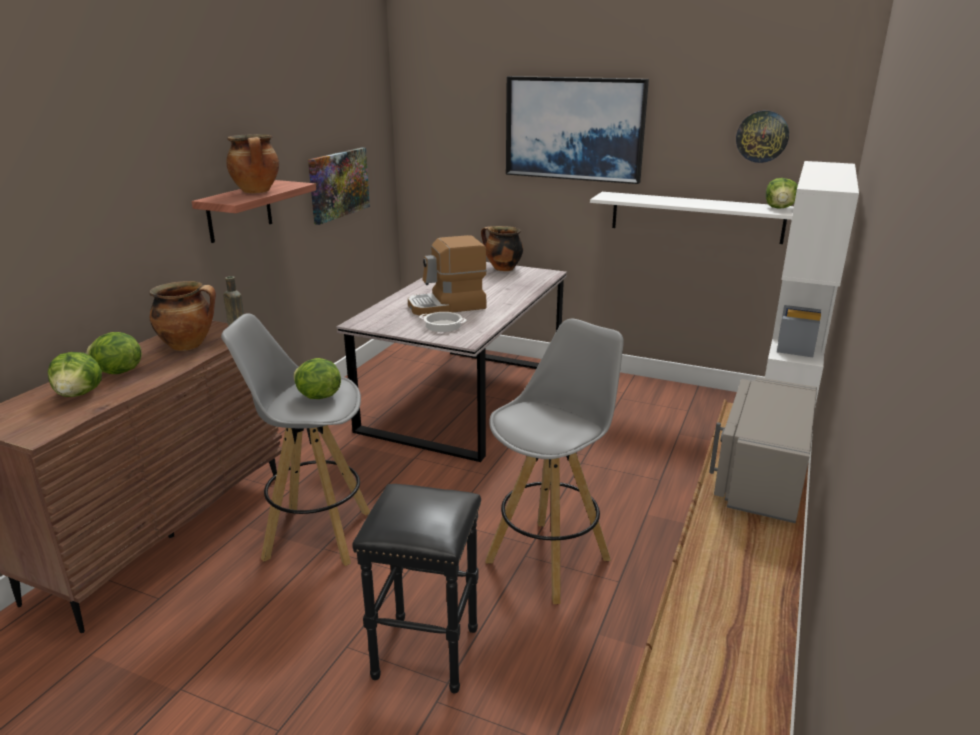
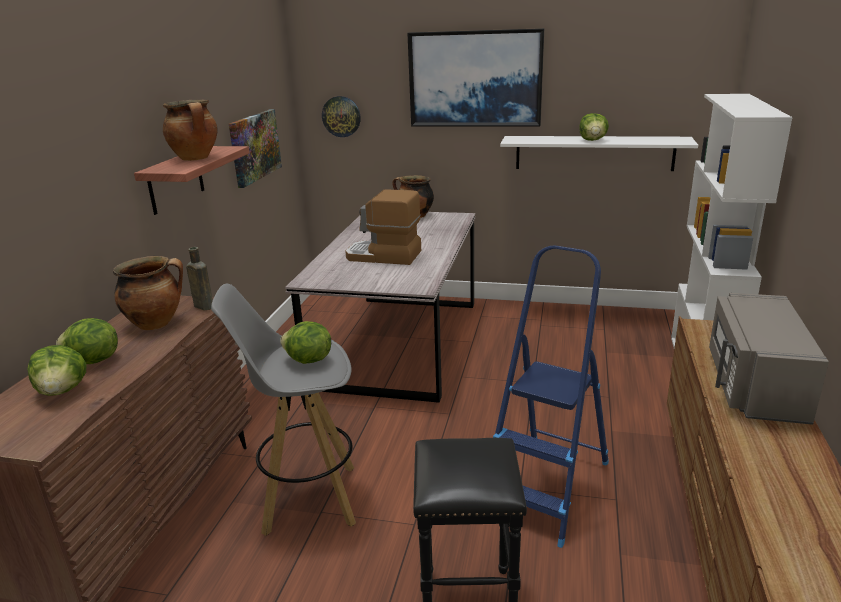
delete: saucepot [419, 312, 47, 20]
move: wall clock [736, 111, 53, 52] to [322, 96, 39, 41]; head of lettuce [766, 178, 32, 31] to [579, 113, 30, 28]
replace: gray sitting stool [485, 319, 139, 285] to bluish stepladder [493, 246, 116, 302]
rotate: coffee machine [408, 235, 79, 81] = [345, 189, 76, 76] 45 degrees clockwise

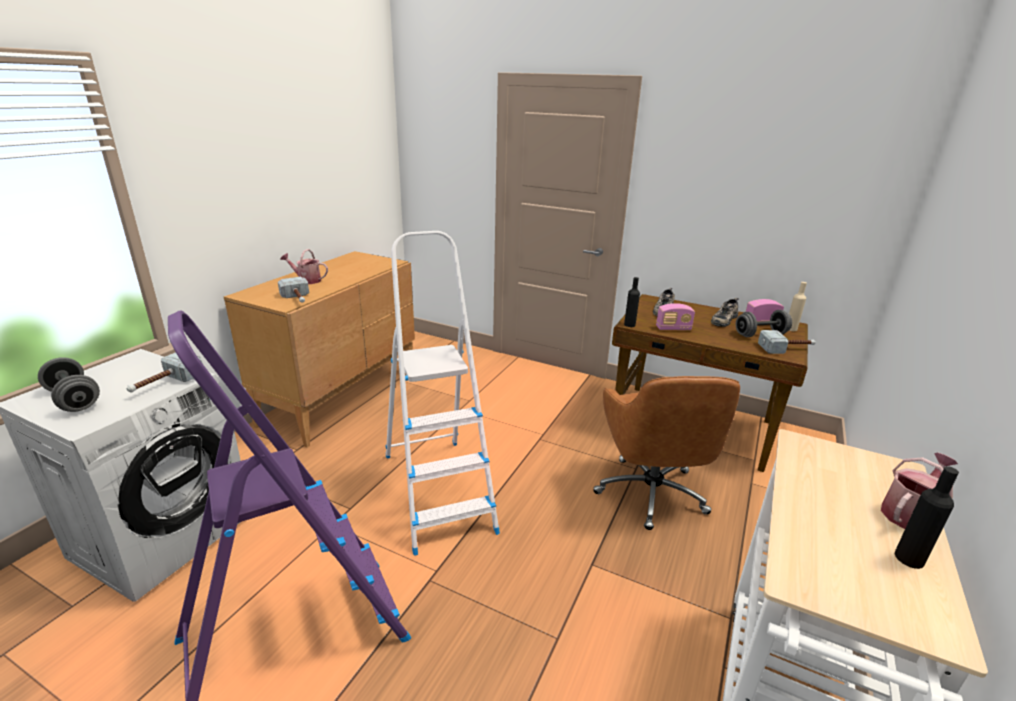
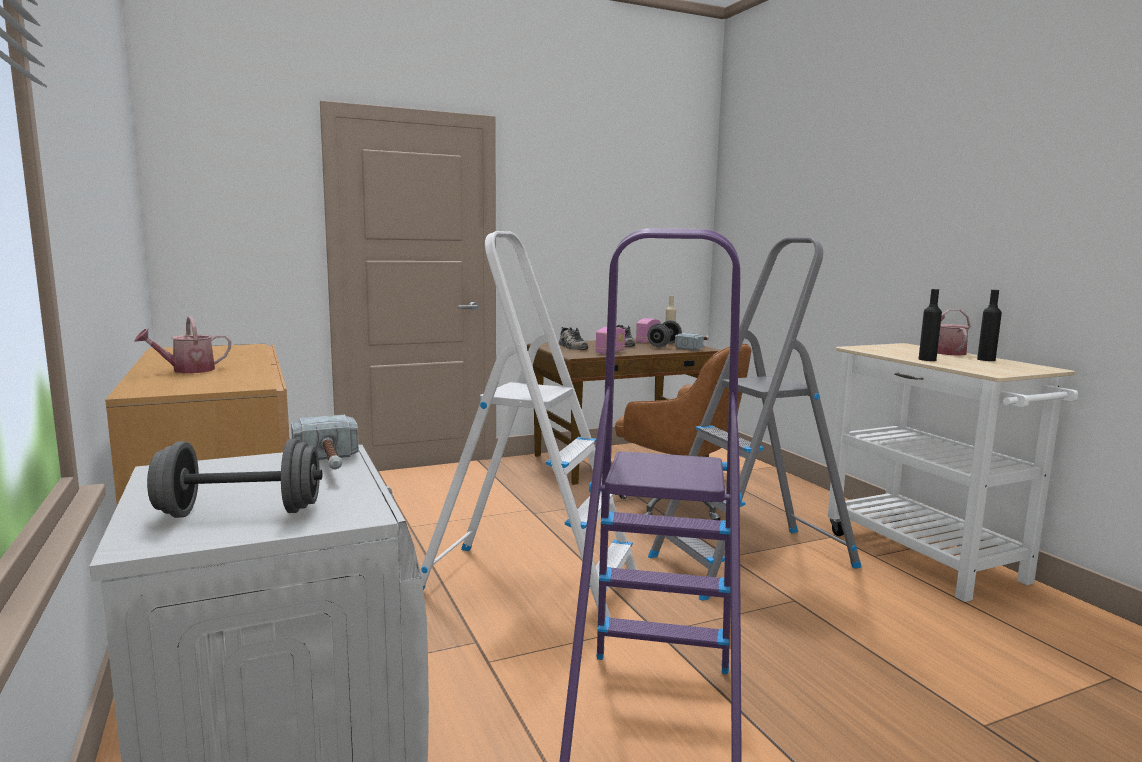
delete: hand hammer [278, 277, 31, 26]
insert: gray stepladder [648, 237, 214, 364]
move: blackish bottle [624, 277, 16, 50] to [919, 289, 23, 72]

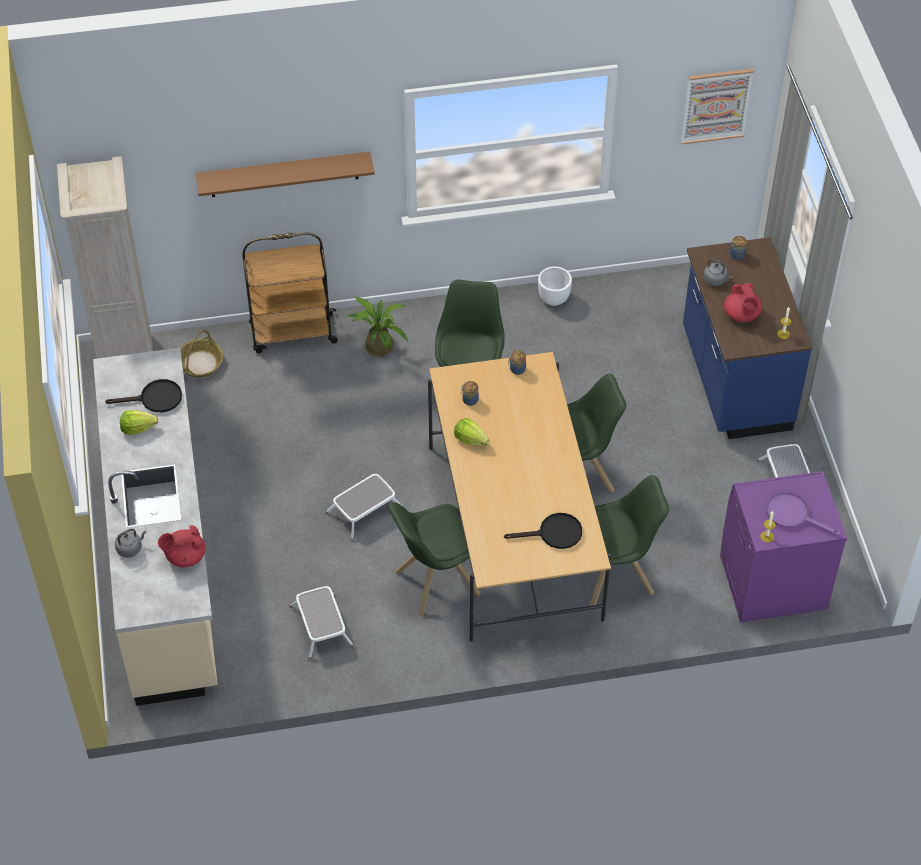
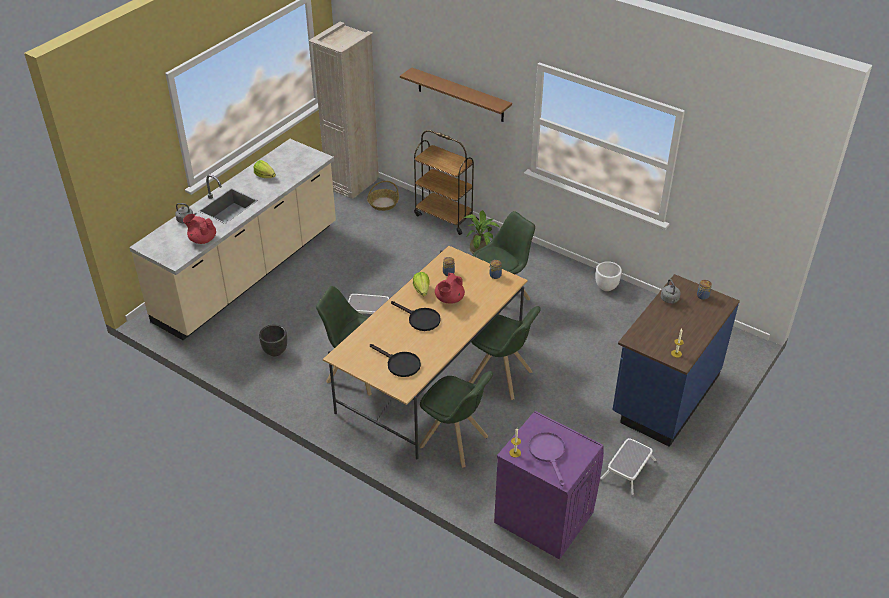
delete: picture [681, 69, 73, 75]
move: blackish frying pan [105, 379, 77, 33] to [391, 301, 50, 30]; red teapot [724, 283, 38, 39] to [435, 273, 30, 31]
replace: gray stepladder [289, 586, 66, 75] to blackish plant pot [259, 325, 28, 31]

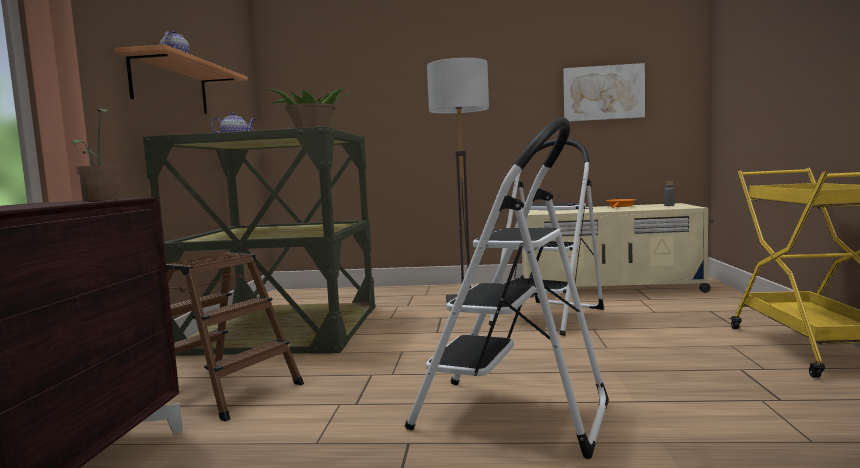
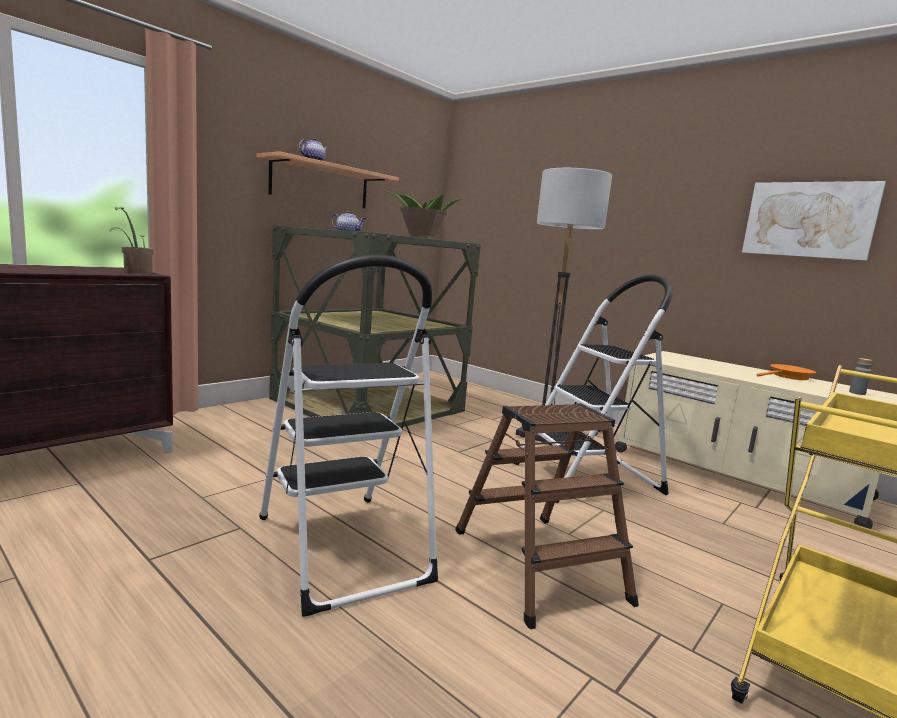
move: brownish stepladder [166, 252, 138, 169] to [455, 403, 184, 226]

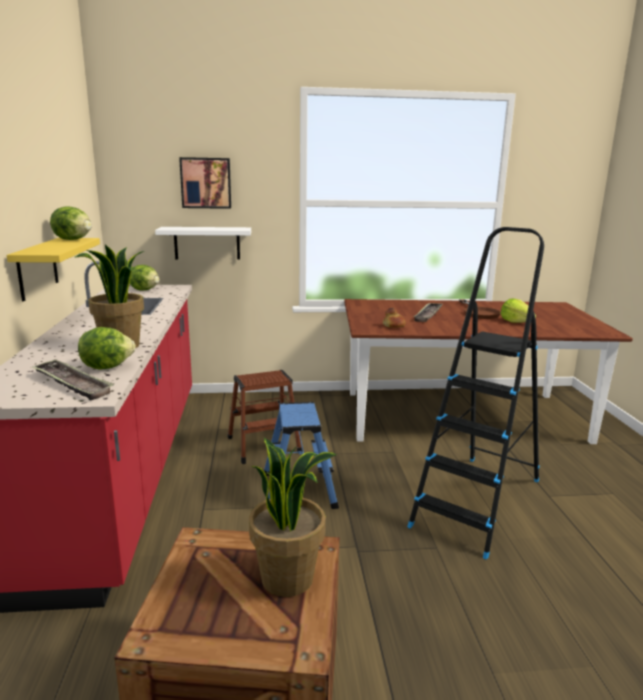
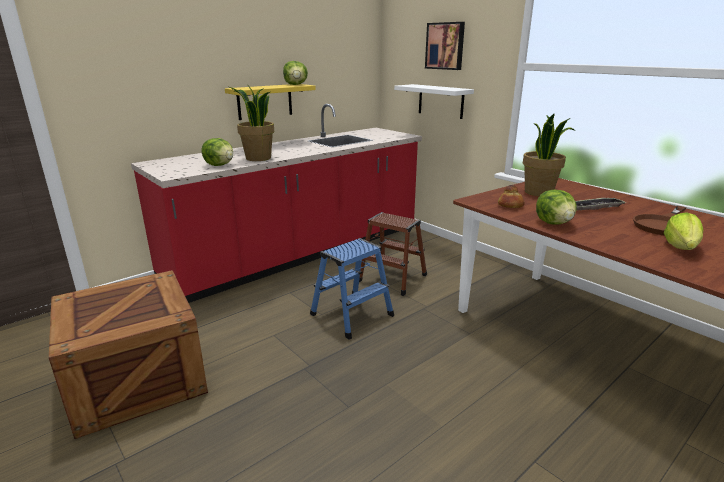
delete: tray [31, 360, 83, 41]; blackish stepladder [407, 227, 137, 332]
move: head of lettuce [130, 265, 29, 25] to [536, 190, 41, 35]; houseplant [249, 438, 88, 159] to [523, 114, 52, 82]

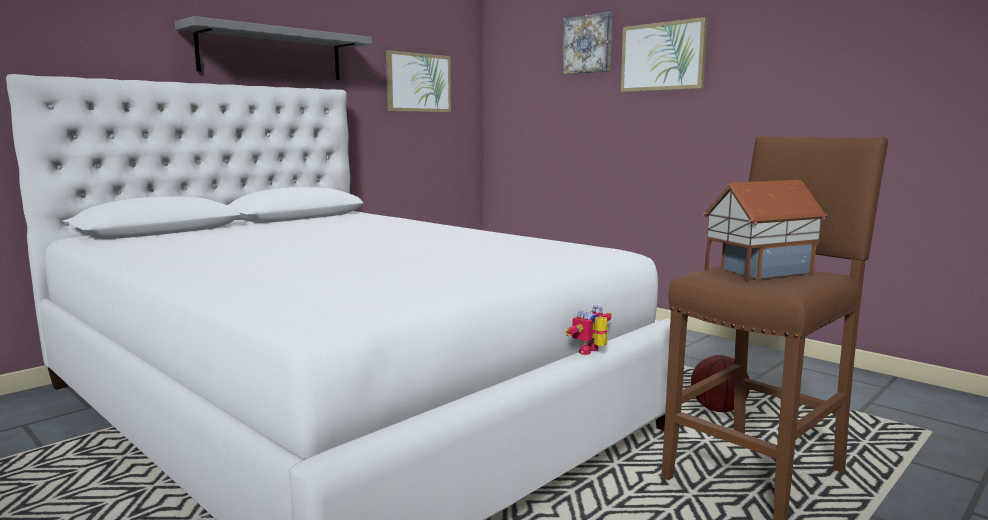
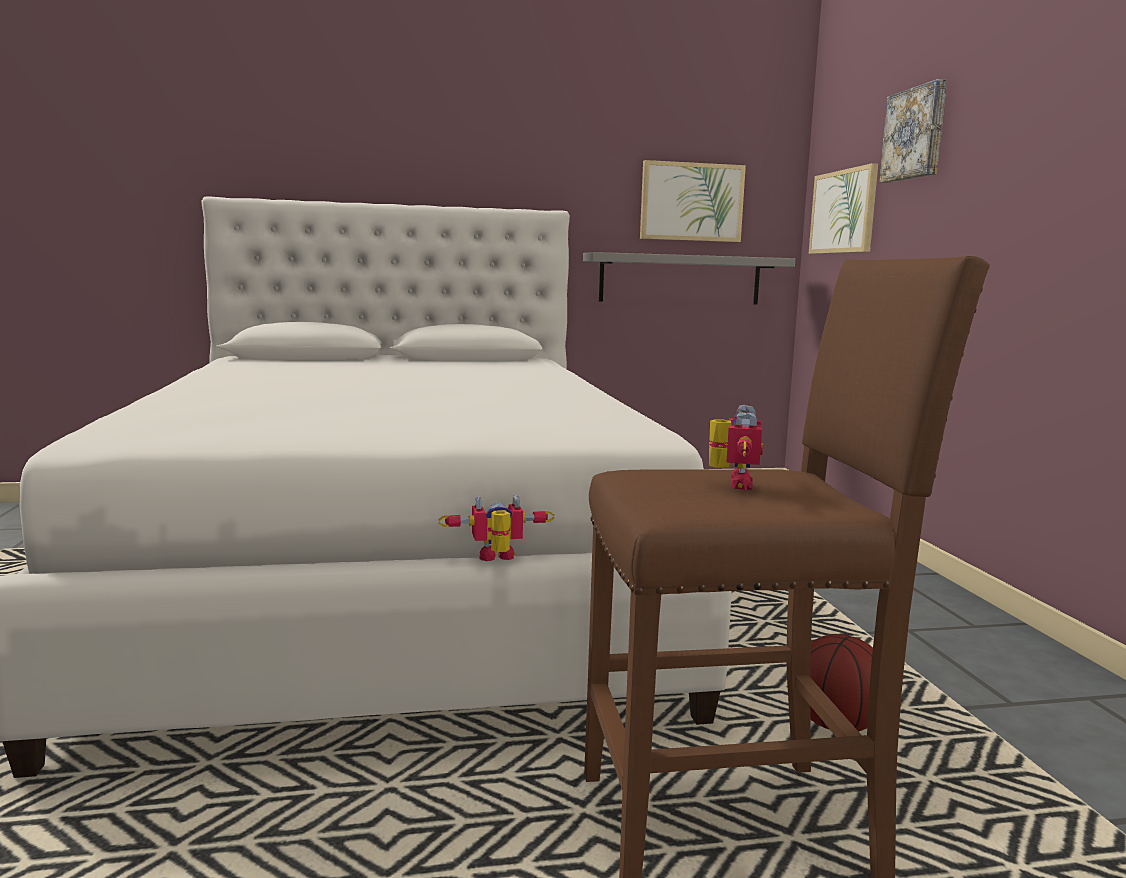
move: gray wall shelf [175, 16, 197, 64] to [583, 252, 212, 53]; picture [621, 17, 87, 75] to [809, 163, 69, 91]
replace: miniature house [703, 180, 124, 101] to toy robot [709, 405, 54, 85]

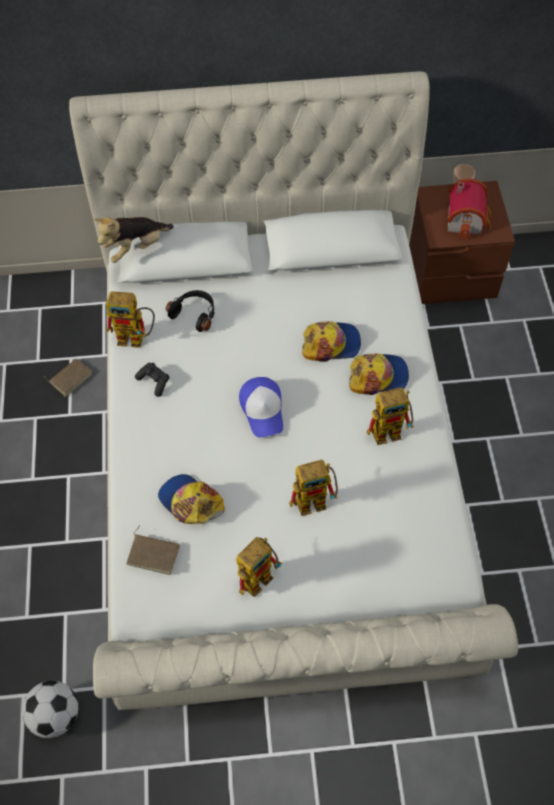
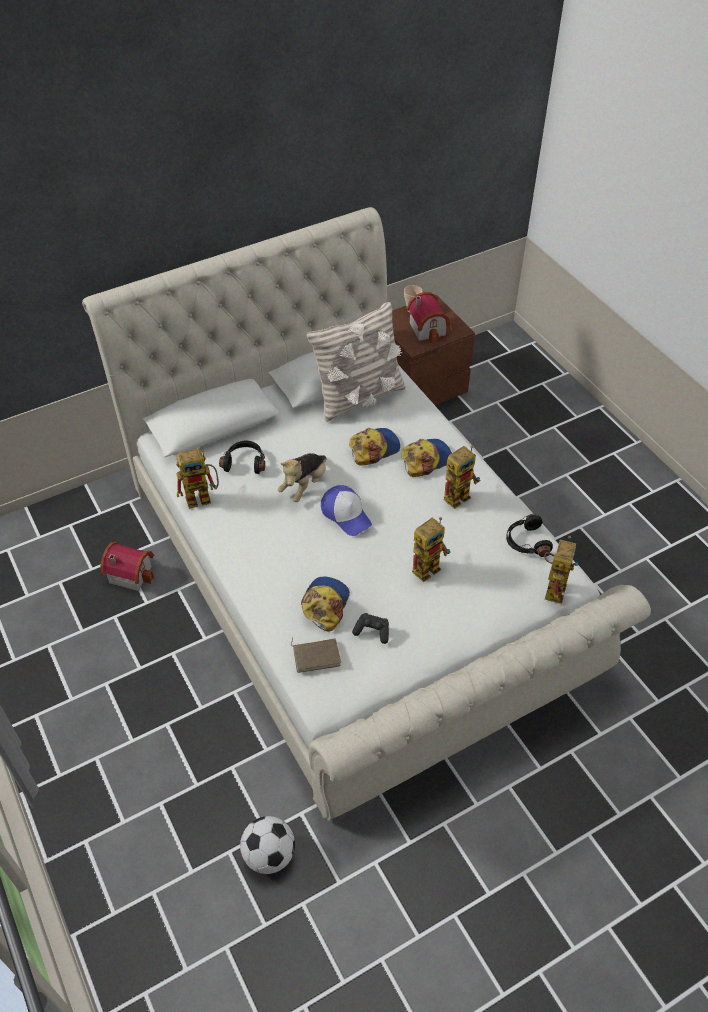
insert: beige cushion [307, 302, 99, 120]; blackish headset [506, 514, 47, 43]
move: cuddly toy [93, 217, 81, 46] to [278, 453, 48, 49]; blackish game controller [135, 363, 34, 34] to [352, 613, 37, 31]; toy robot [236, 537, 46, 61] to [544, 535, 34, 69]
replace: brownish book [44, 358, 49, 39] to miniature house [101, 542, 53, 49]
rotate: cap [158, 474, 67, 50] = [301, 577, 49, 55] 90 degrees clockwise

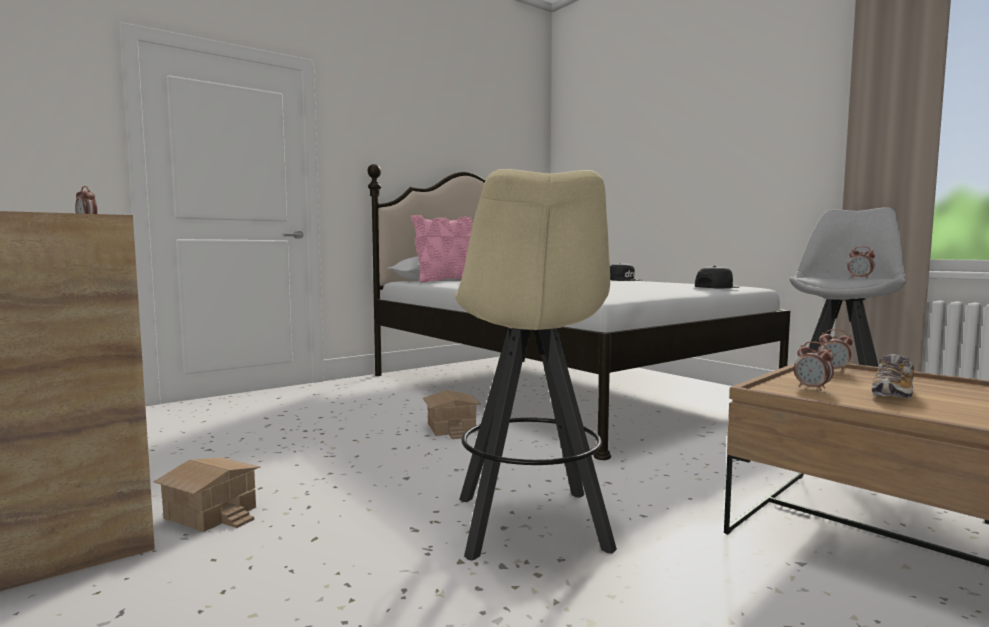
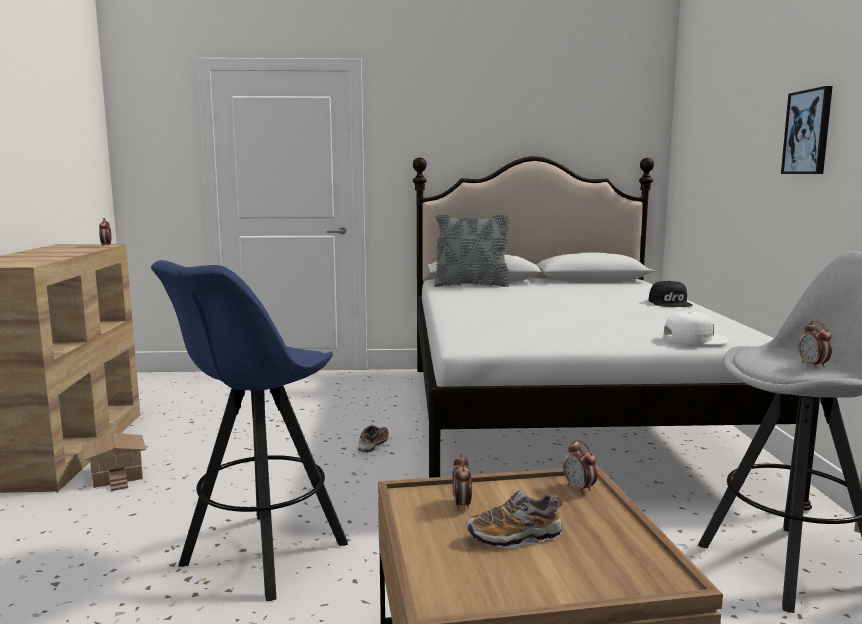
insert: picture [781, 86, 52, 88]
replace: miniature house [423, 390, 58, 49] to low shoe [358, 425, 31, 28]
recolor: pinkish cushion [410, 215, 63, 68] to gray cushion [434, 214, 76, 73]; beige sitting stool [455, 169, 162, 392] to bluish sitting stool [151, 260, 197, 341]; blackish cap [695, 266, 45, 22] to white-coloured cap [663, 311, 66, 34]

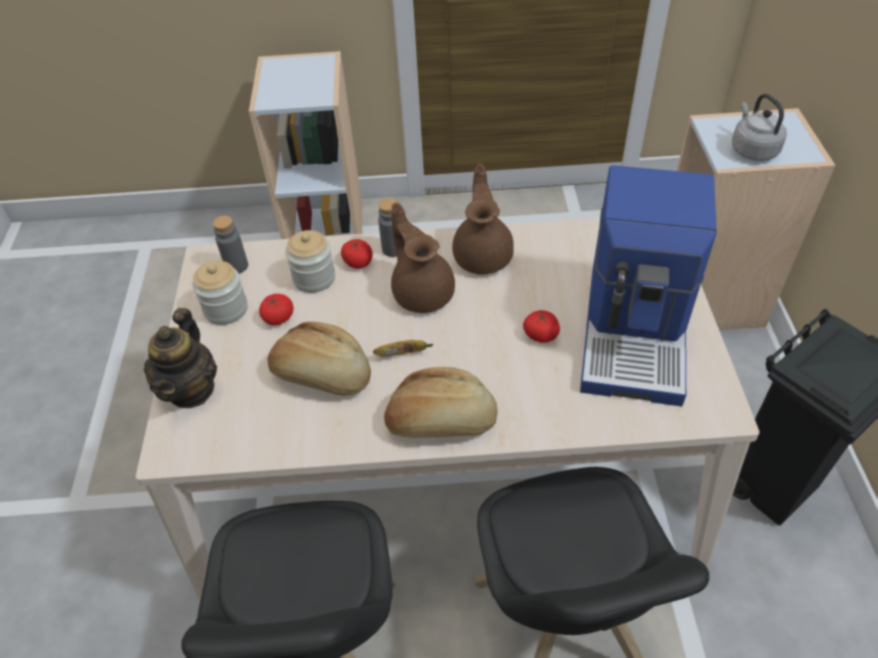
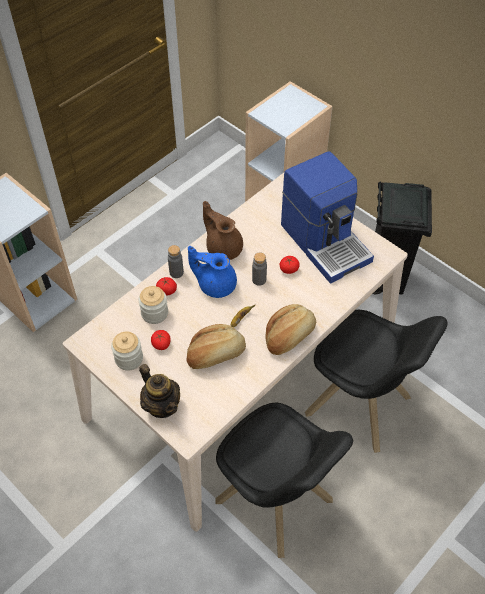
delete: gray water kettle [732, 94, 55, 67]
move: gray bottle [213, 215, 35, 59] to [252, 252, 15, 34]
recolor: brownish teapot [391, 203, 64, 110] to bluish teapot [188, 246, 49, 52]

